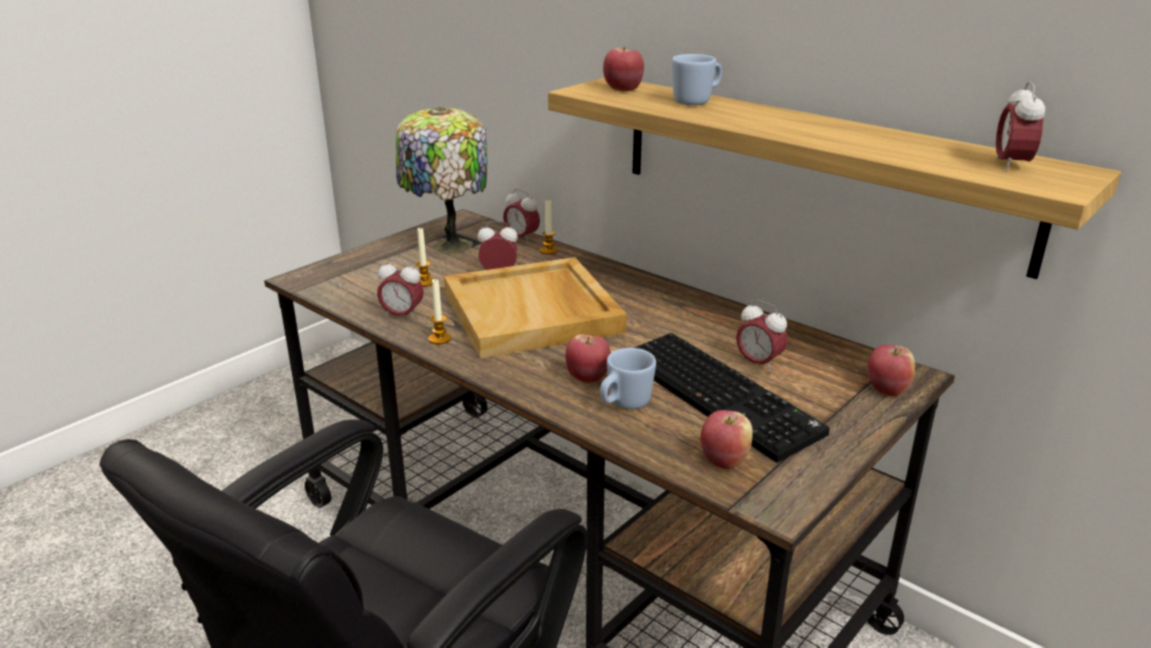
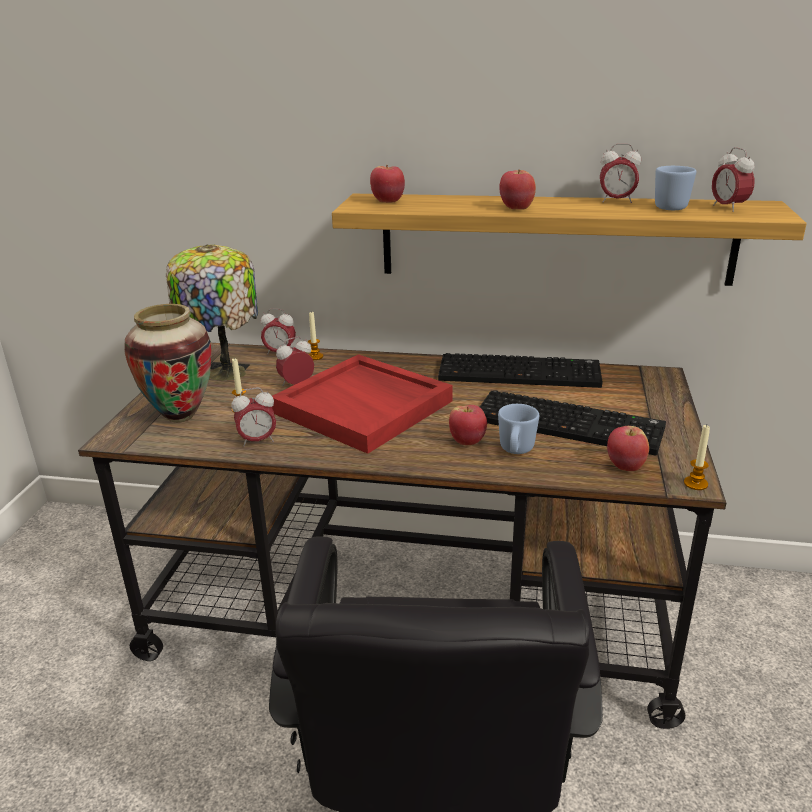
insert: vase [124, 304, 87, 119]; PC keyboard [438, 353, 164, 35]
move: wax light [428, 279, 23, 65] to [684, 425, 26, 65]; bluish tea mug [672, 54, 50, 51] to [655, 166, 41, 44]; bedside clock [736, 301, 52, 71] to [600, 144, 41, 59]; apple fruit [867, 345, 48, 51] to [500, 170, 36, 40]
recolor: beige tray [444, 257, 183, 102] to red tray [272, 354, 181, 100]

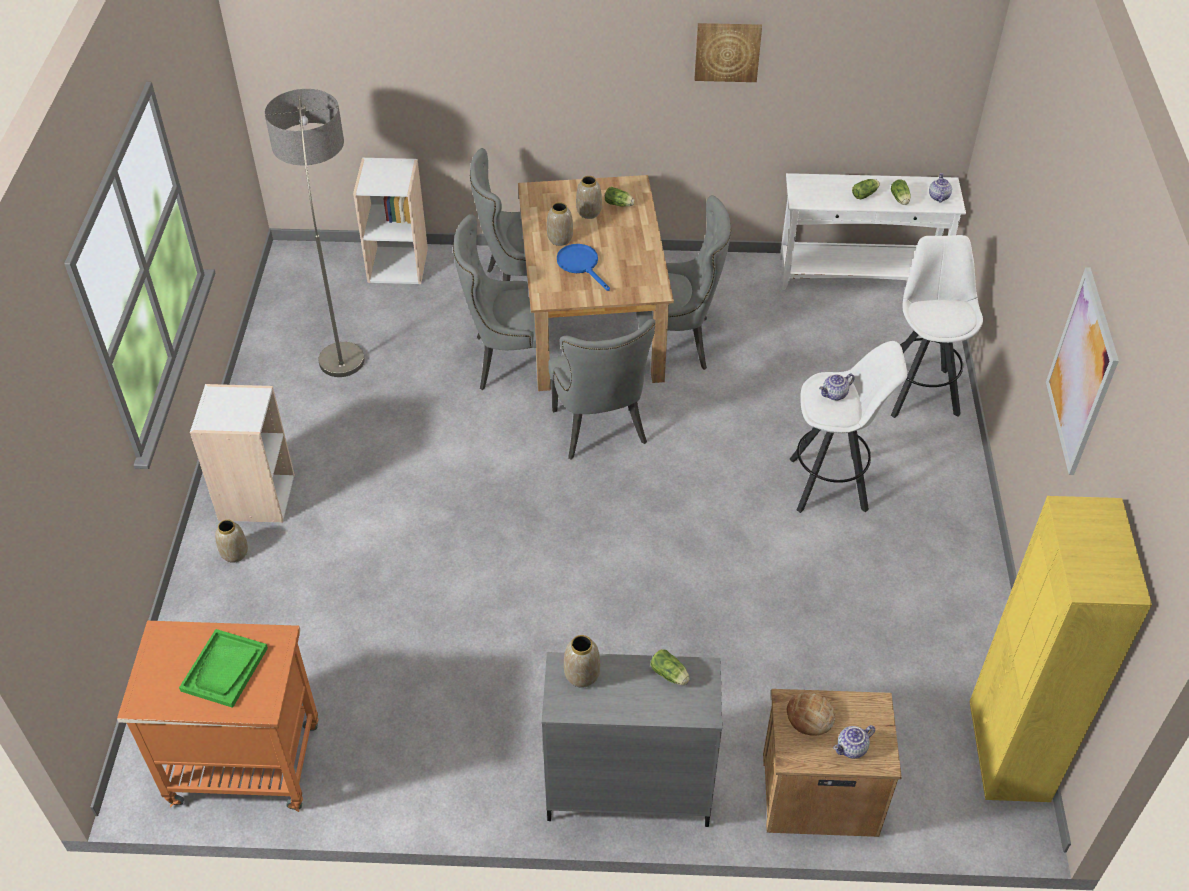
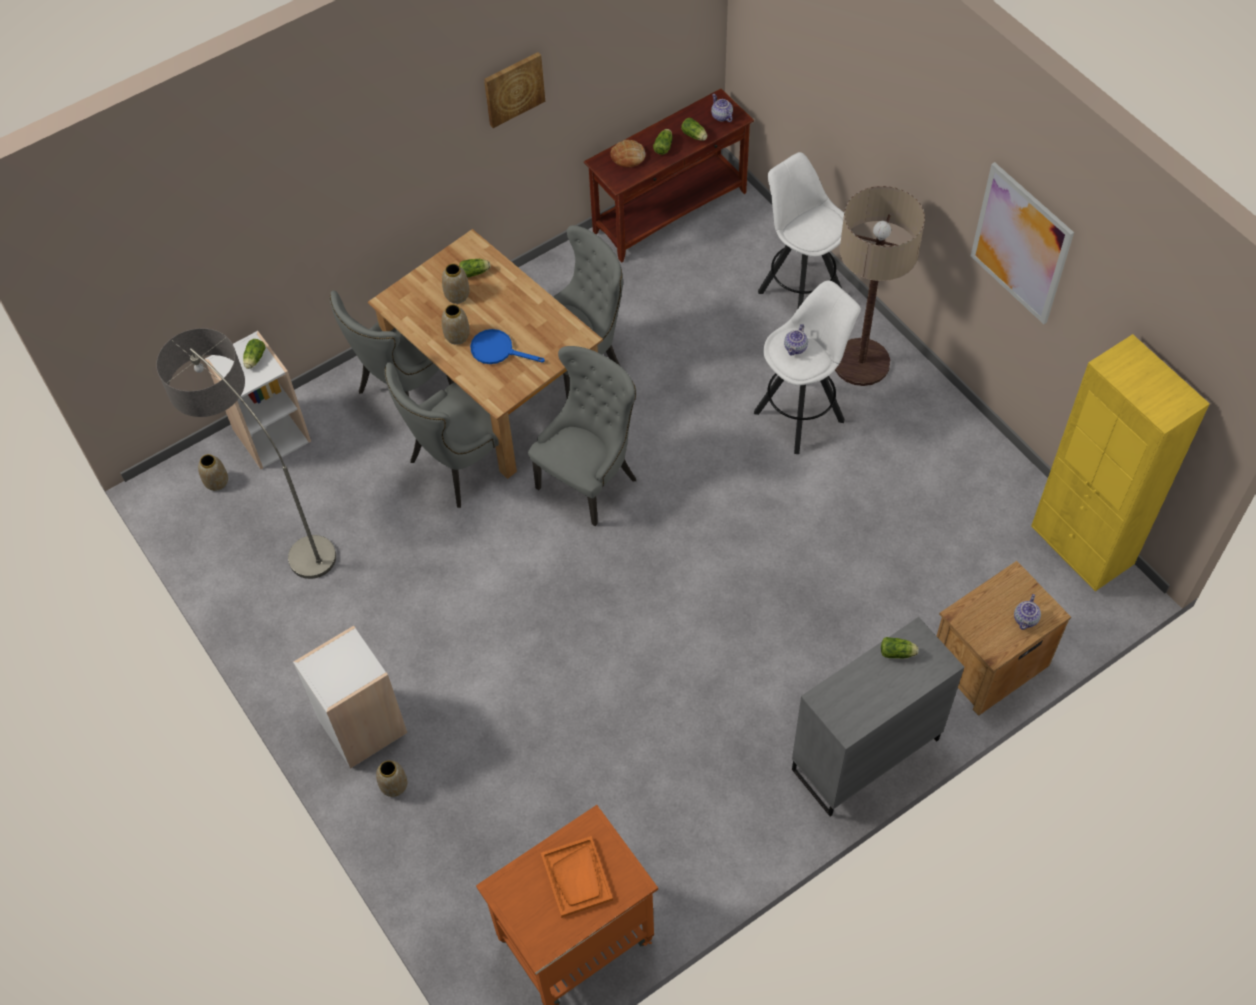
insert: head of lettuce [243, 339, 22, 30]; standard lamp [835, 186, 90, 200]
move: vase [564, 635, 36, 53] to [198, 454, 30, 37]; baked bread [787, 692, 49, 44] to [610, 140, 36, 28]
recolor: green-coloured tray [179, 629, 89, 79] to orangey tray [541, 836, 72, 82]; white-coloured hall table [780, 173, 186, 117] to brownish hall table [584, 89, 170, 174]
rotate: gray upright chair [548, 319, 107, 140] = [528, 346, 108, 180] 90 degrees counterclockwise

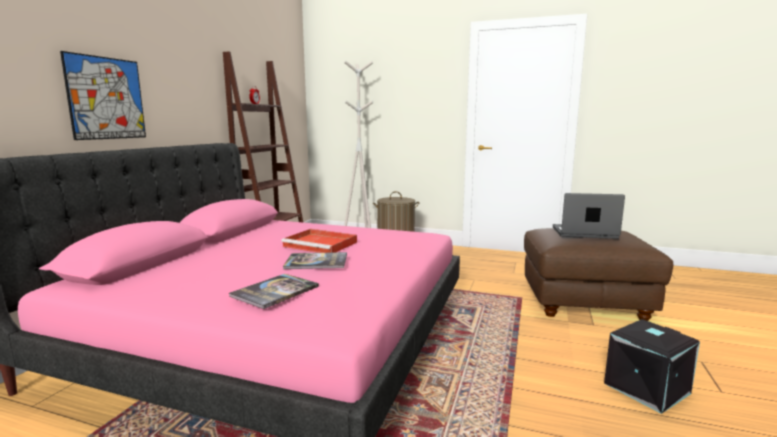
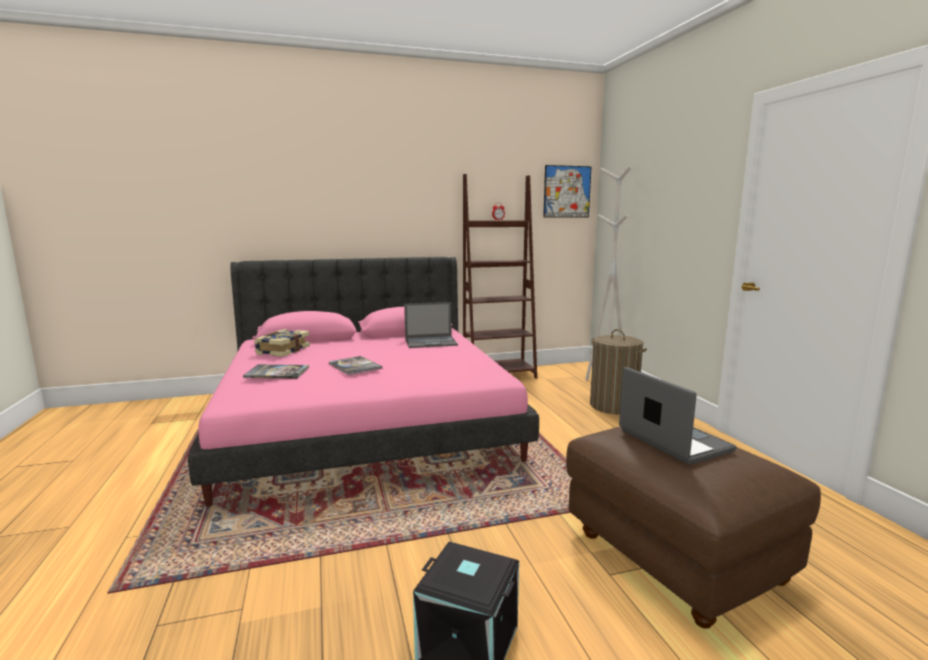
delete: red tray [281, 229, 76, 24]
insert: book [254, 329, 56, 28]; notebook computer [404, 302, 54, 46]
move: picture [60, 51, 86, 89] to [543, 165, 49, 53]

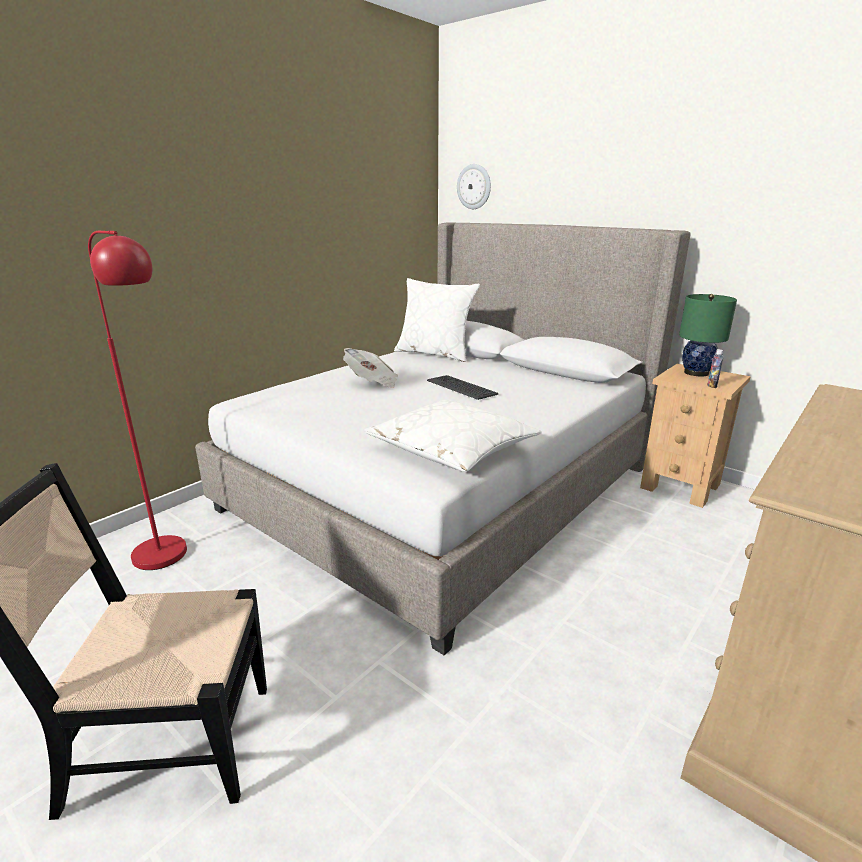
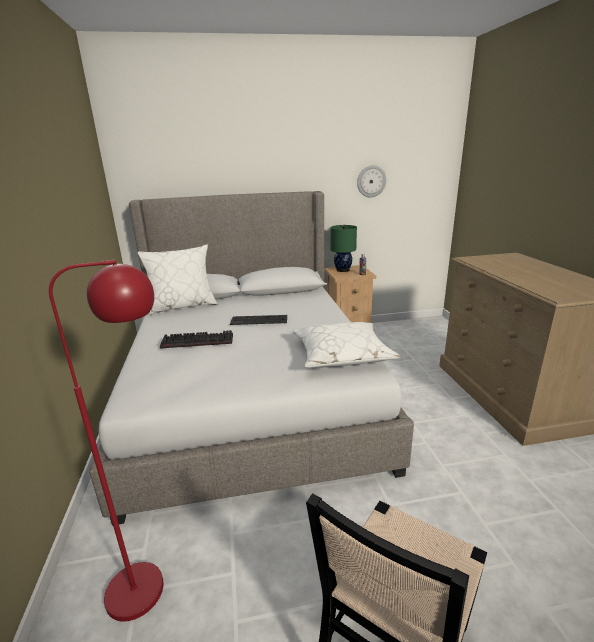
move: wall clock [457, 164, 34, 45] to [357, 165, 29, 33]
replace: newspaper [343, 348, 55, 40] to PC keyboard [160, 330, 73, 19]

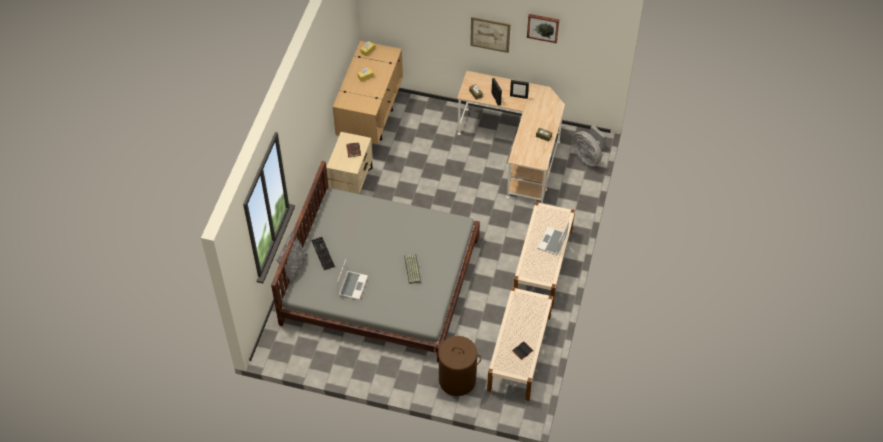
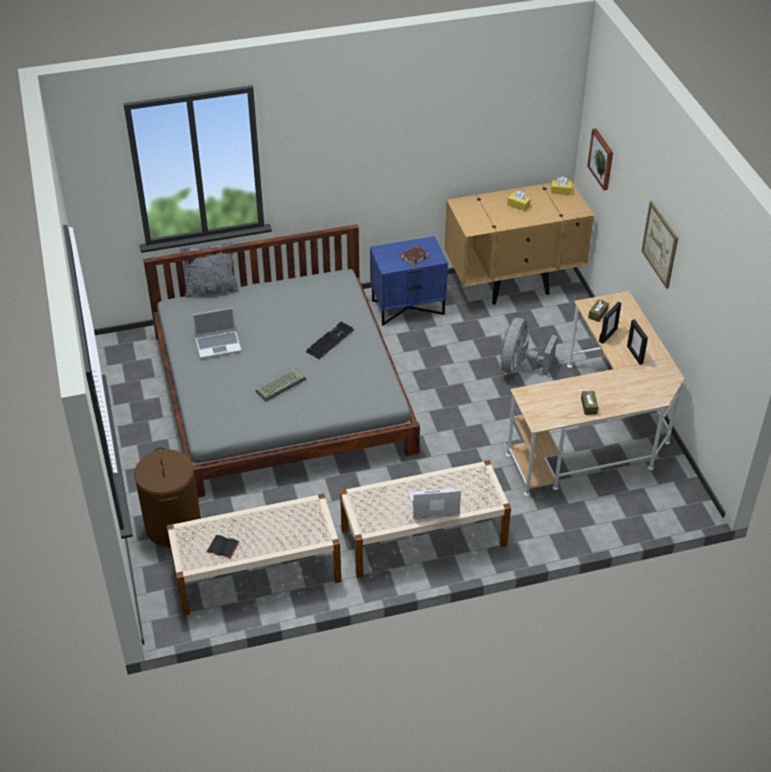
move: PC keyboard [312, 237, 23, 33] to [306, 321, 48, 38]; picture [527, 14, 33, 29] to [587, 129, 26, 61]; gray electric fan [572, 125, 34, 41] to [500, 318, 57, 58]
recolor: beige bedside table [326, 132, 47, 62] to bluish bedside table [370, 236, 78, 90]

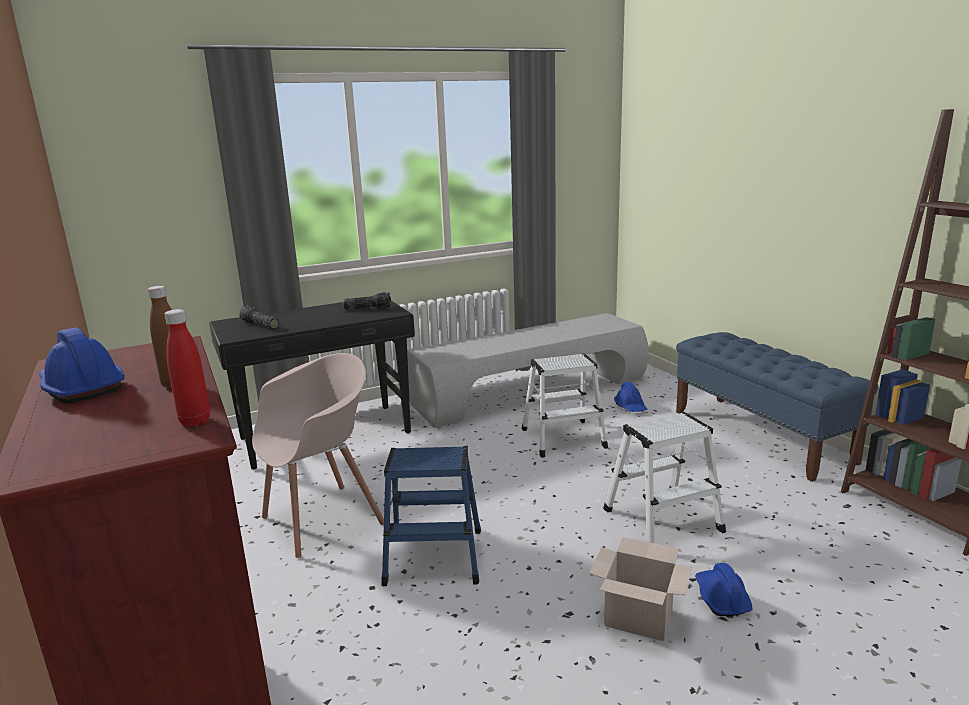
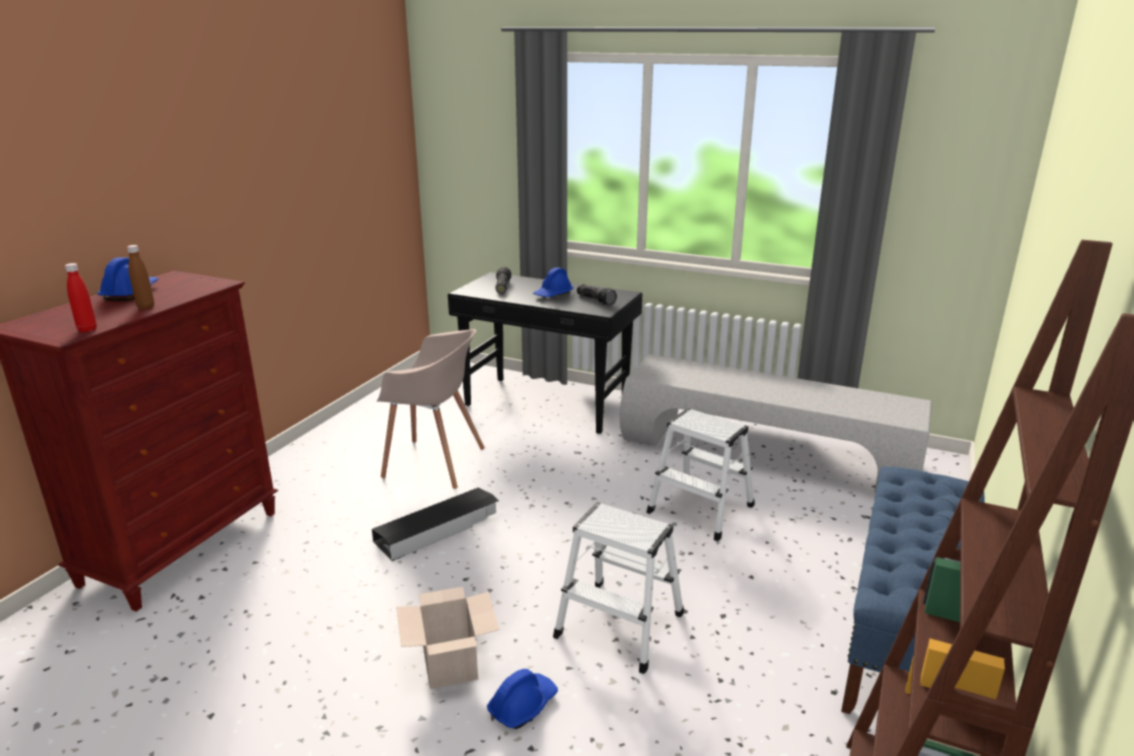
move: bluish work helmet [614, 382, 33, 30] to [533, 268, 41, 29]
replace: bluish stepladder [381, 446, 100, 140] to blackish storage container [372, 487, 127, 74]

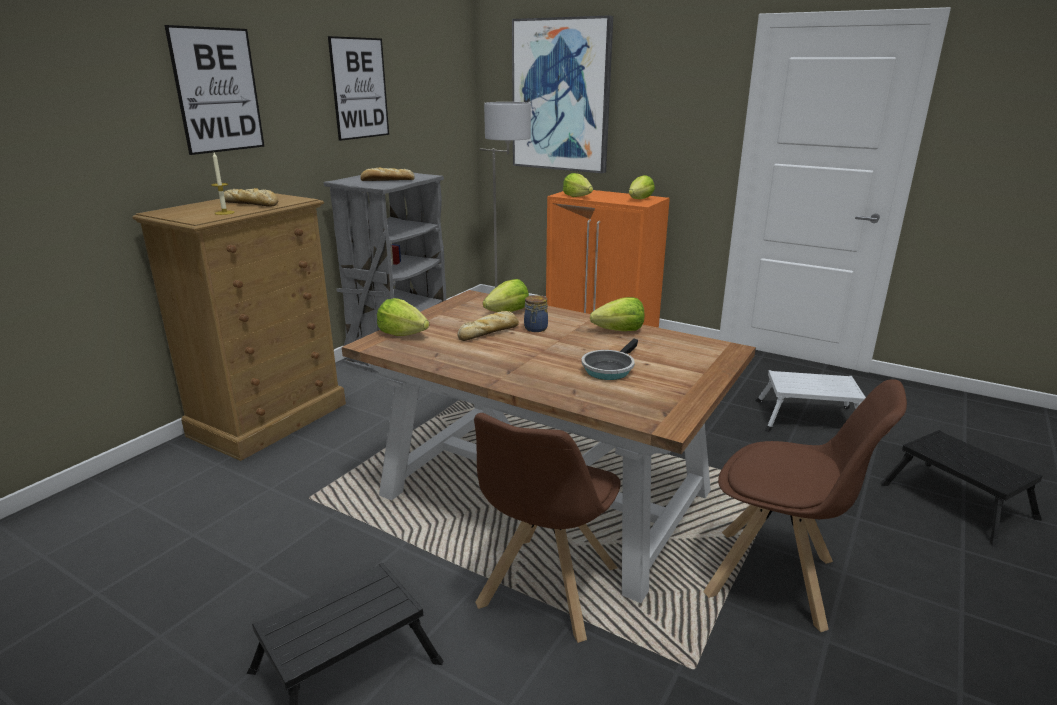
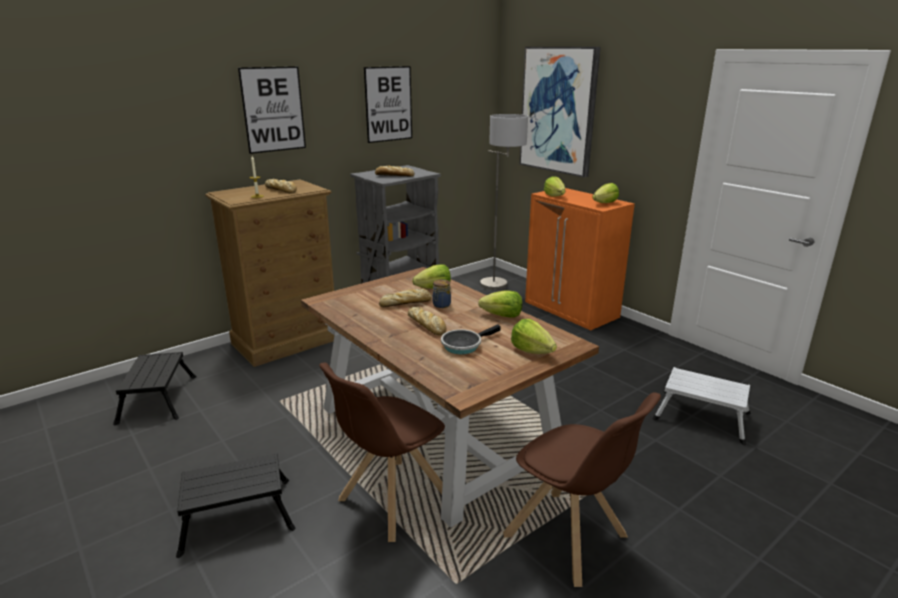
insert: baked bread [408, 307, 38, 28]
move: head of lettuce [377, 298, 52, 38] to [511, 319, 46, 35]; blackish stepladder [880, 430, 162, 117] to [113, 352, 83, 74]

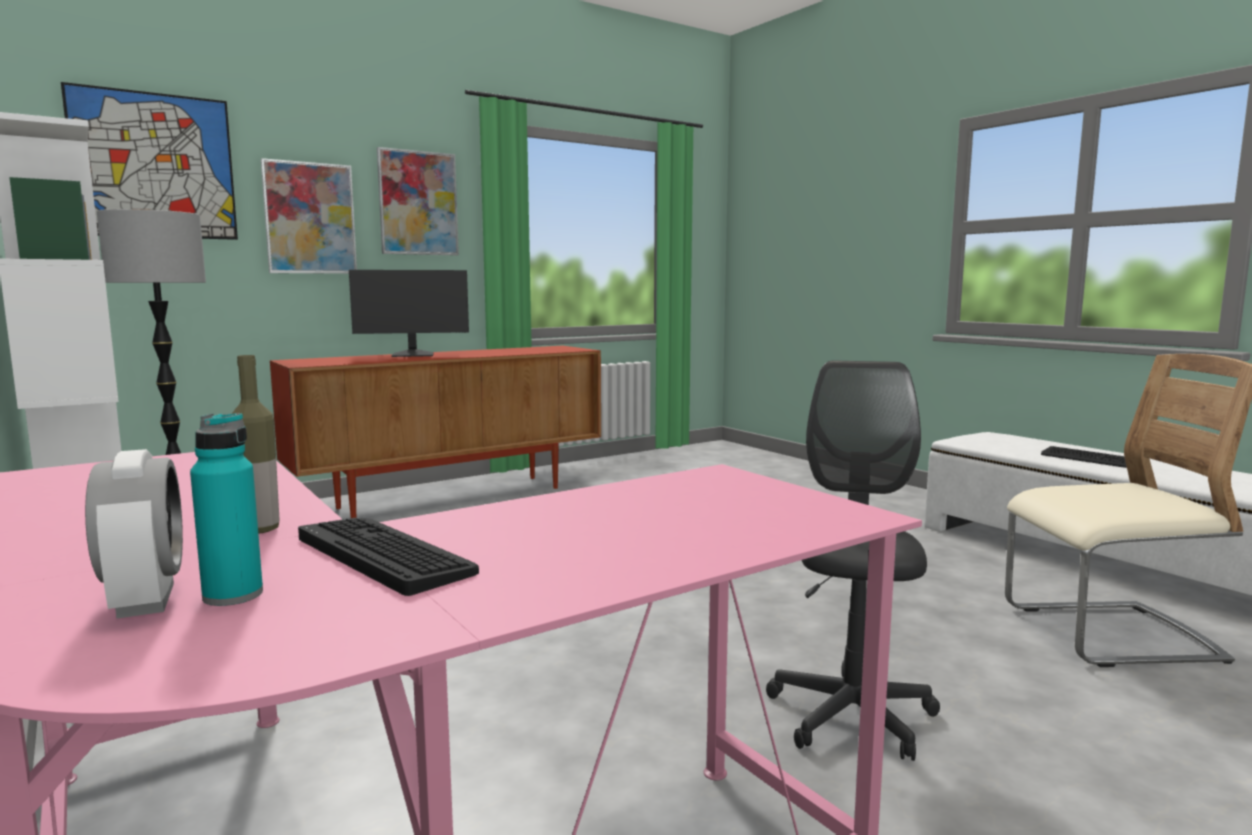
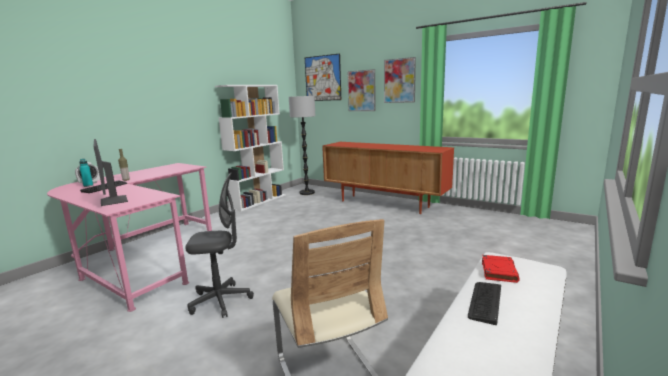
insert: red book [482, 255, 38, 28]
move: computer display [349, 270, 120, 87] to [93, 139, 35, 67]

